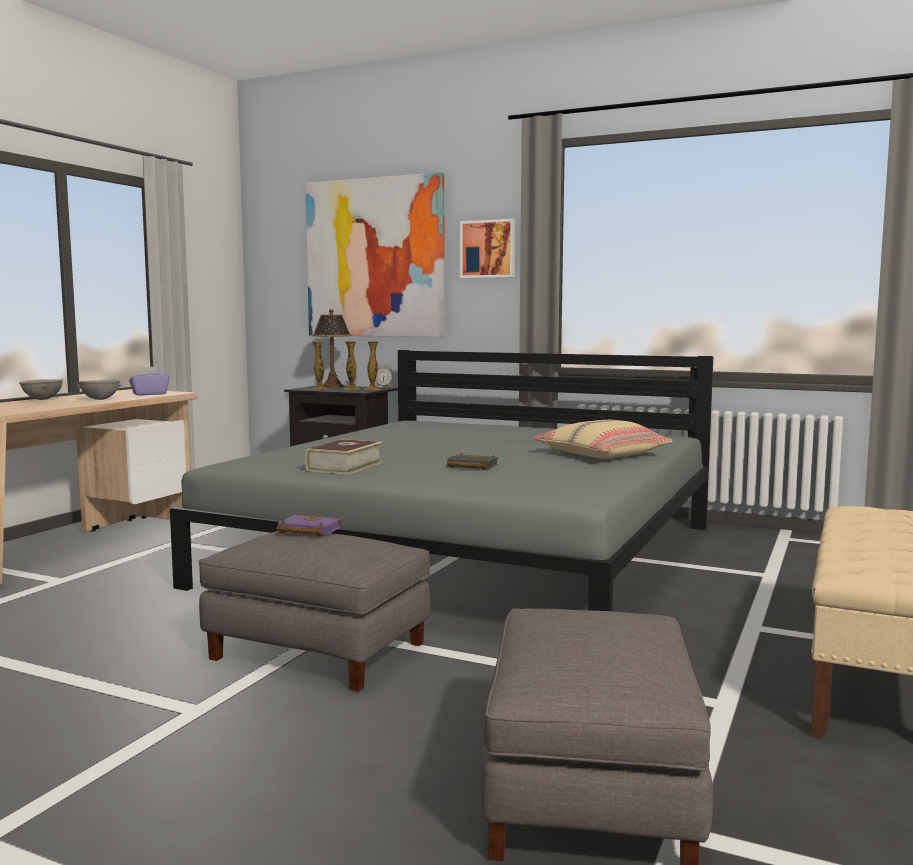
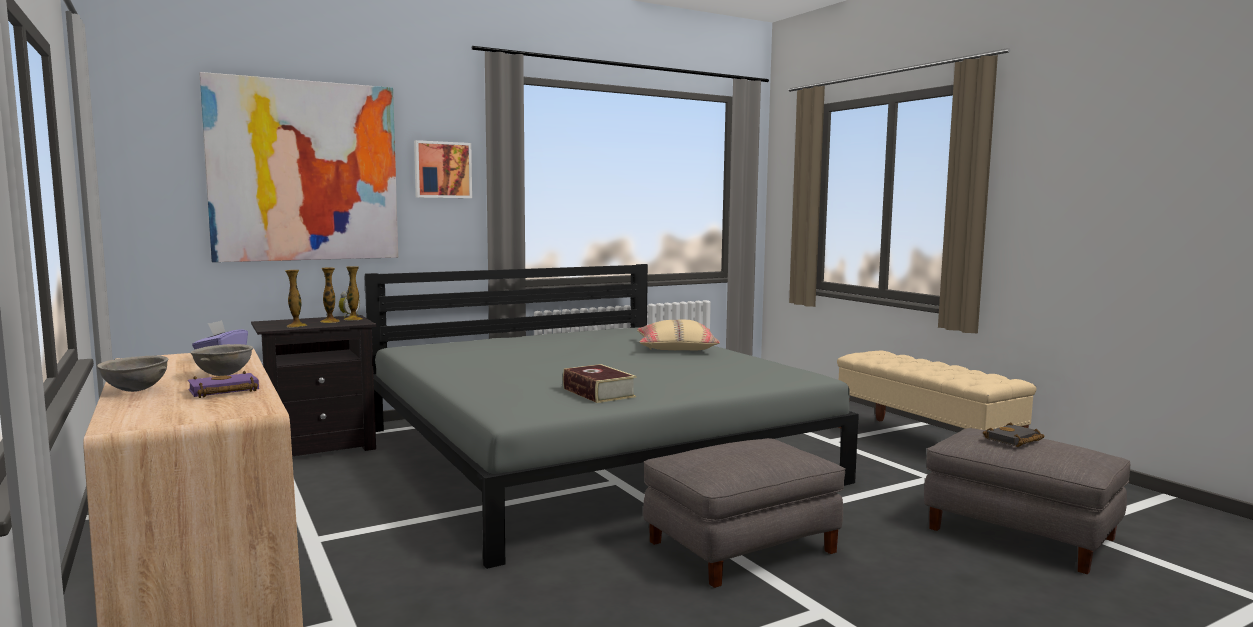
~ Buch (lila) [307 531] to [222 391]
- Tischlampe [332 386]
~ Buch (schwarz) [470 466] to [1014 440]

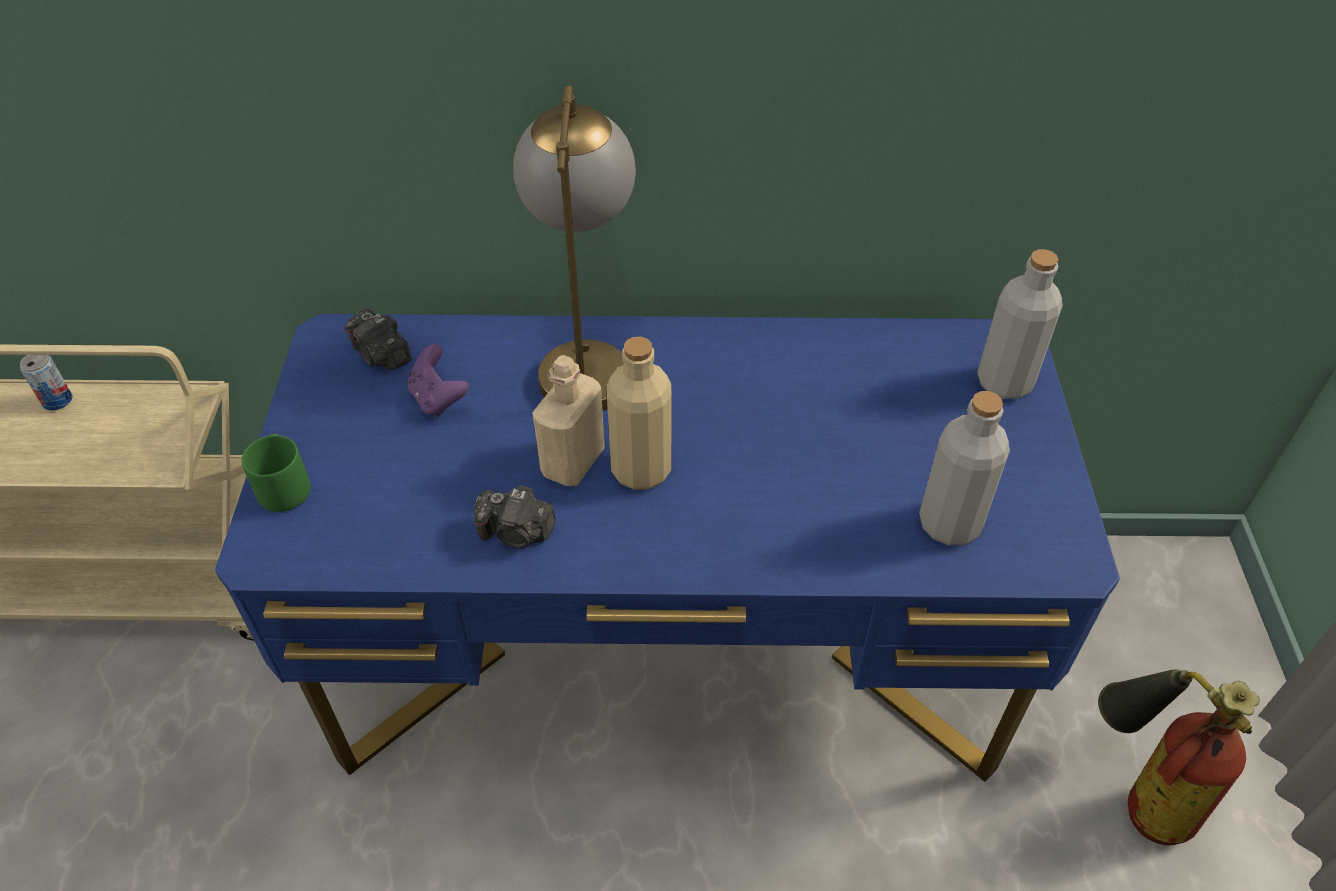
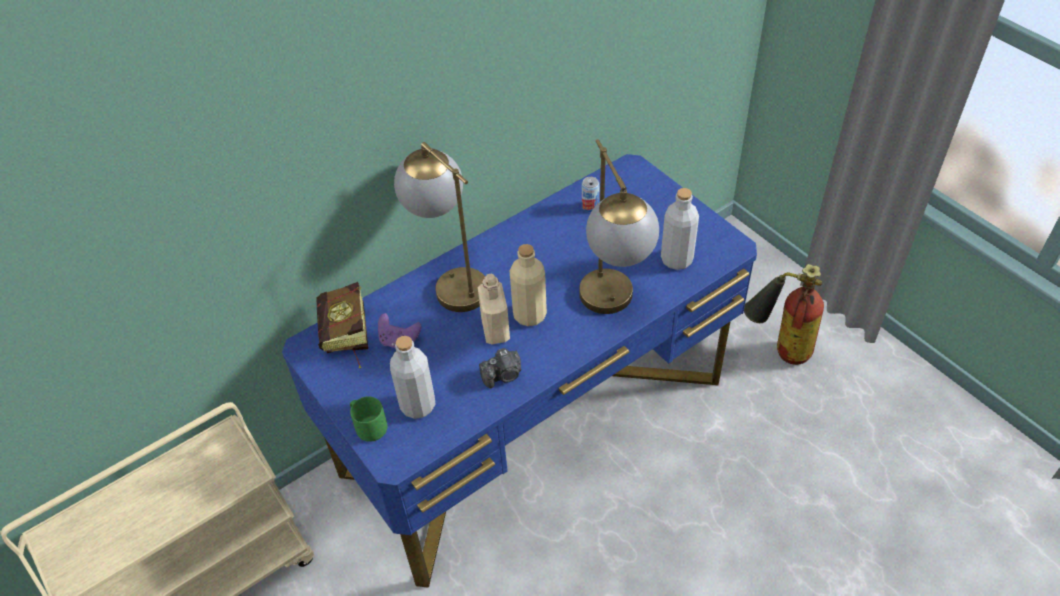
~ Dose [57 400] to [590 206]
~ Kamera [381 355] to Buch [346 339]
~ Flasche (grau) [1004 382] to [418 405]
+ Tischlampe [613 308]

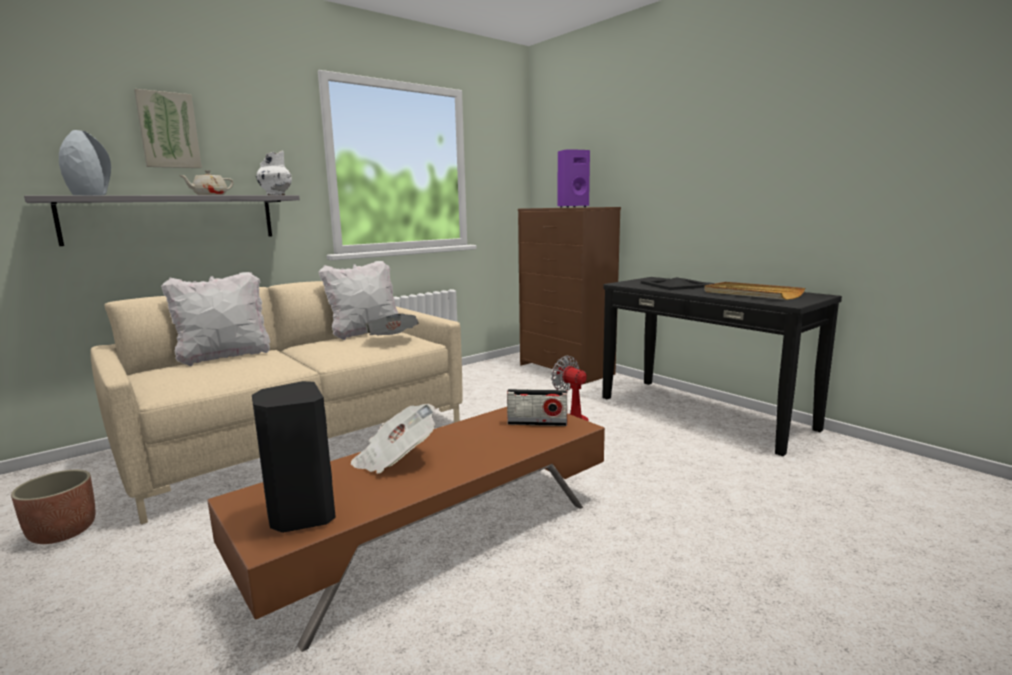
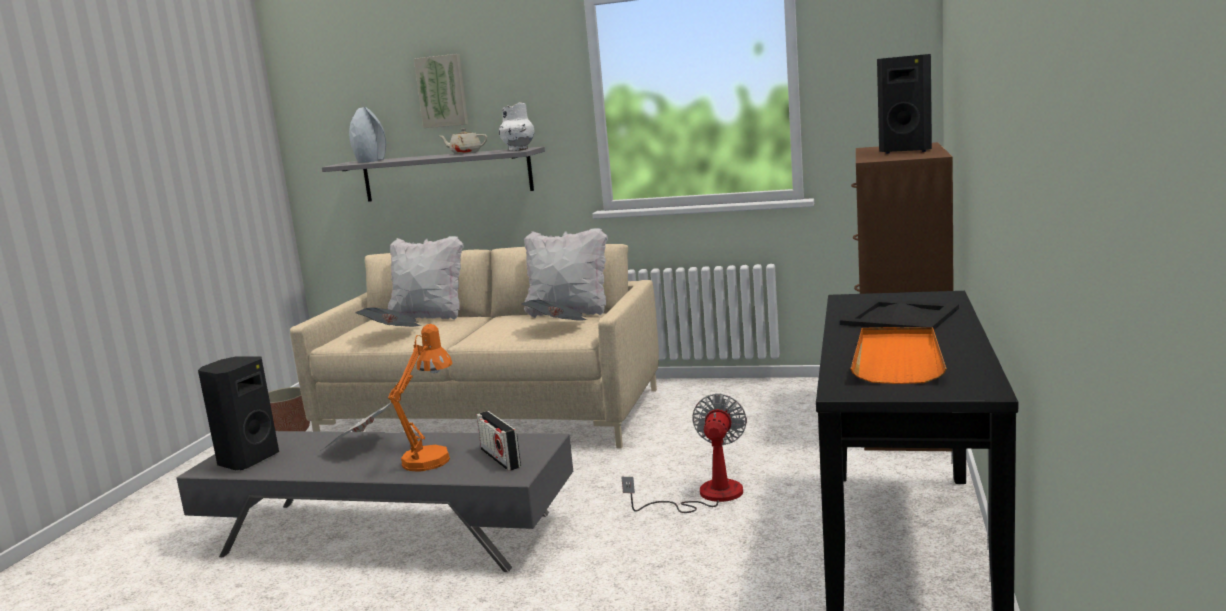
~ Couchtisch (braun) [435 536] to Couchtisch (grau) [389 533]
~ Lautsprecher (lila) [572 207] to Lautsprecher (schwarz) [908 151]
~ Tablett (beige) [751 294] to Tablett (orange) [897 359]
+ Zeitung [393 334]
+ Tischlampe (orange) [432 457]

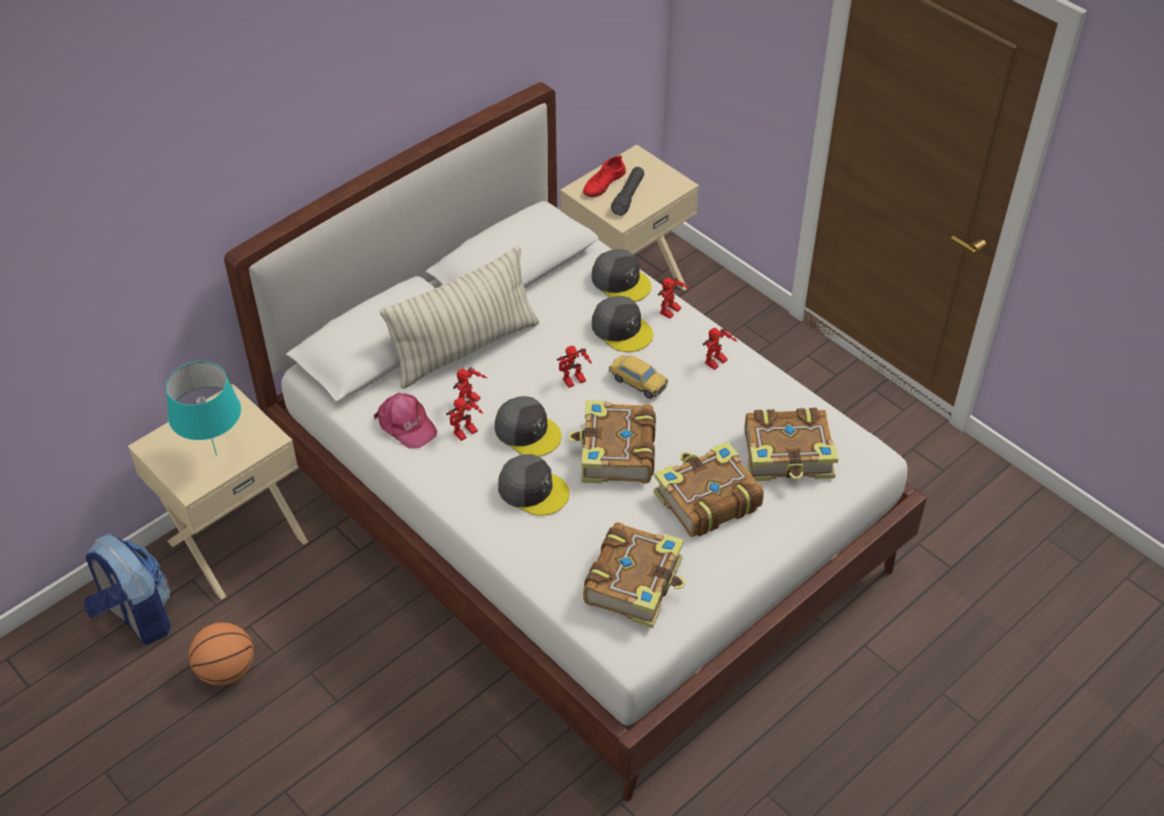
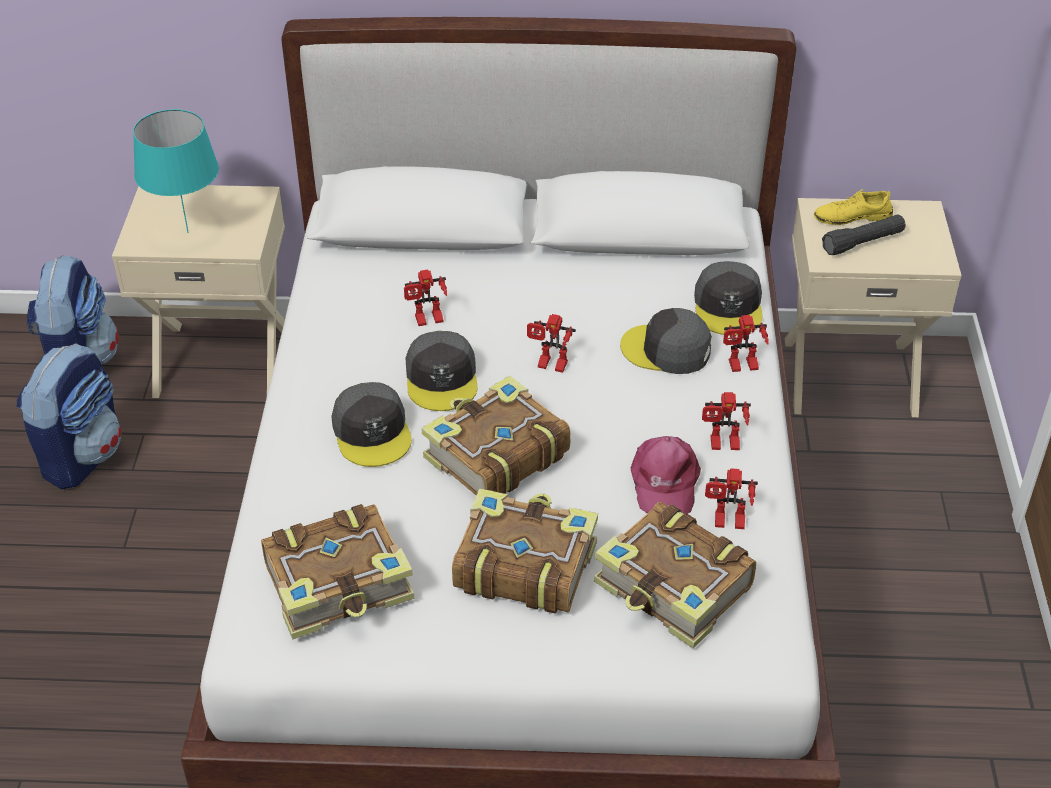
~ Basketball [226 670] to Rucksack [82 456]
~ Kappe (rosa) [406 425] to [664 482]
- Kissen [465 348]
~ Spielzeugroboter [465 434] to [727 523]
~ Schuh (rot) [604 183] to Schuh (gelb) [852 217]
~ Kappe (grau) [622 329] = [666 350] 105 degrees clockwise
- Spielzeugauto [637 382]

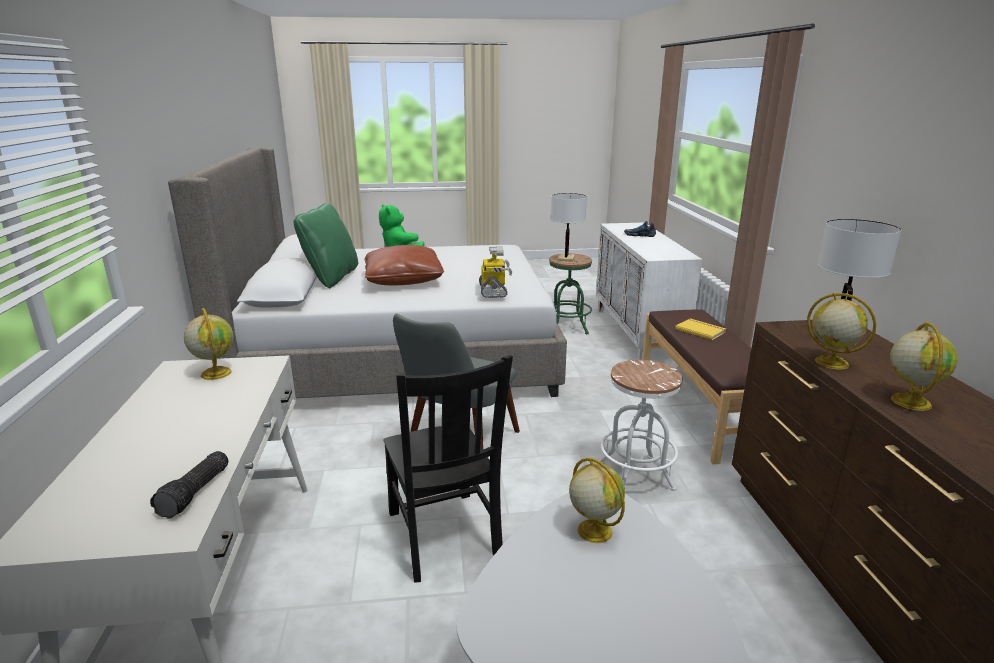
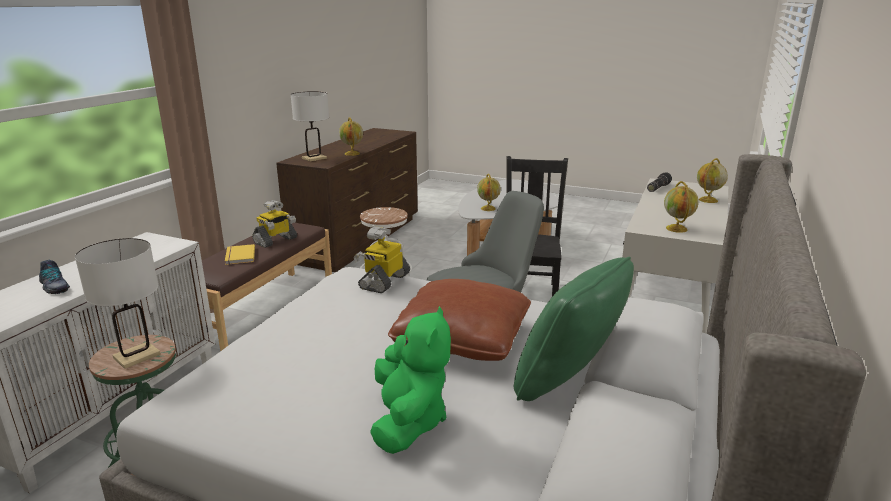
~ Globus [910 401] to [708 200]
+ Spielzeugroboter [275 241]

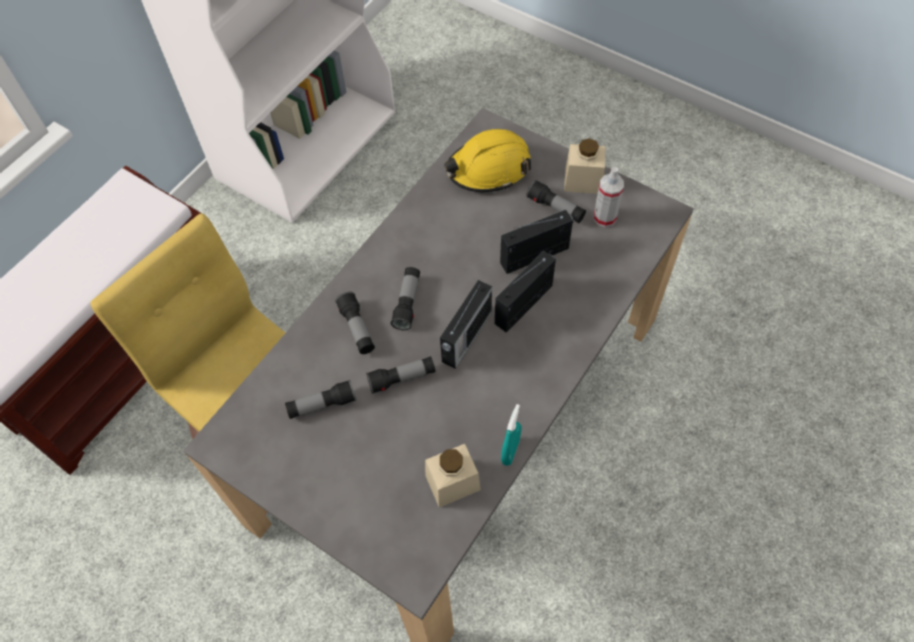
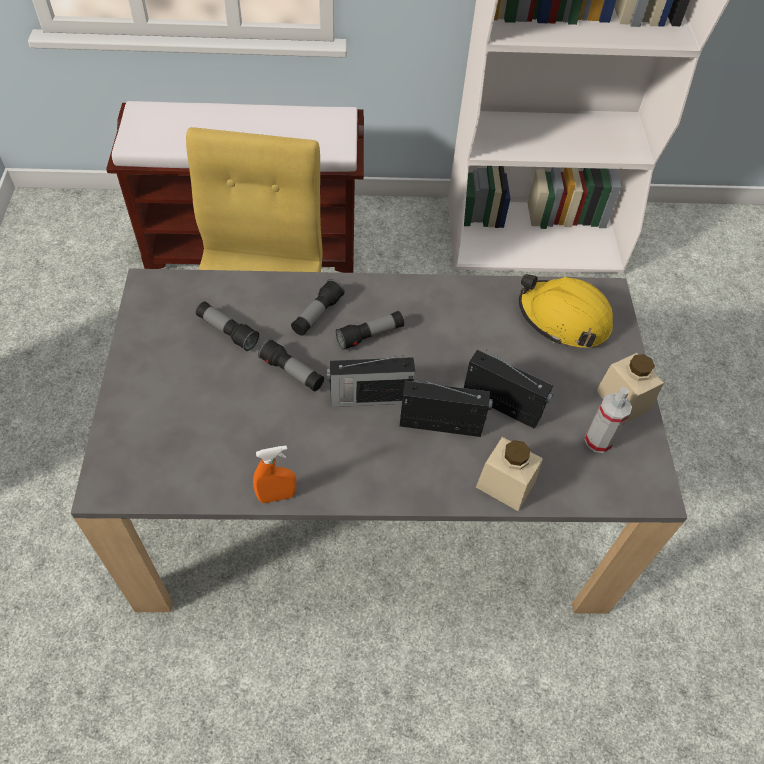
~ Vorratsglas (beige) [453 483] to [505 485]
~ Sprühflasche (türkis) [510 451] to Sprühflasche (orange) [277 496]
- Taschenlampe [555 208]

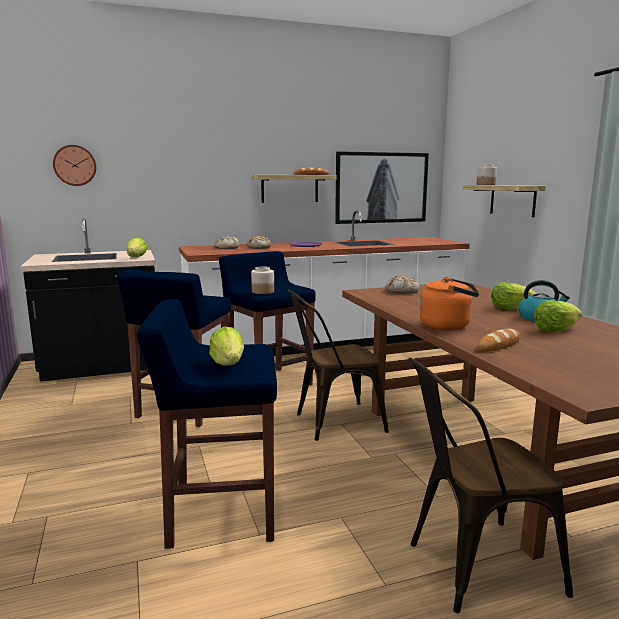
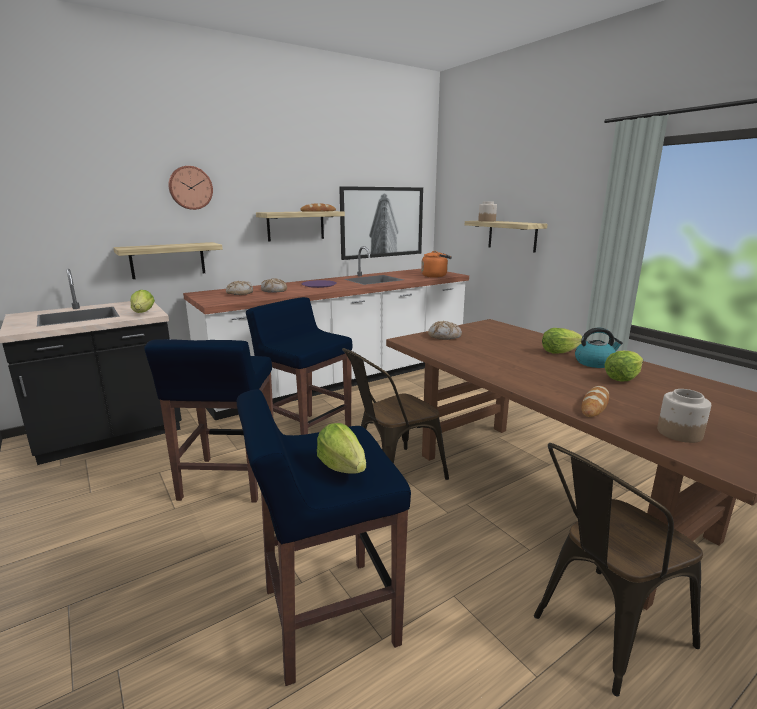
~ Wanduhr [75 165] to [190 188]
~ Vorratsglas [262 291] to [679 433]
~ Wasserkessel (orange) [448 326] to [435 276]
+ Wandregal [168 260]

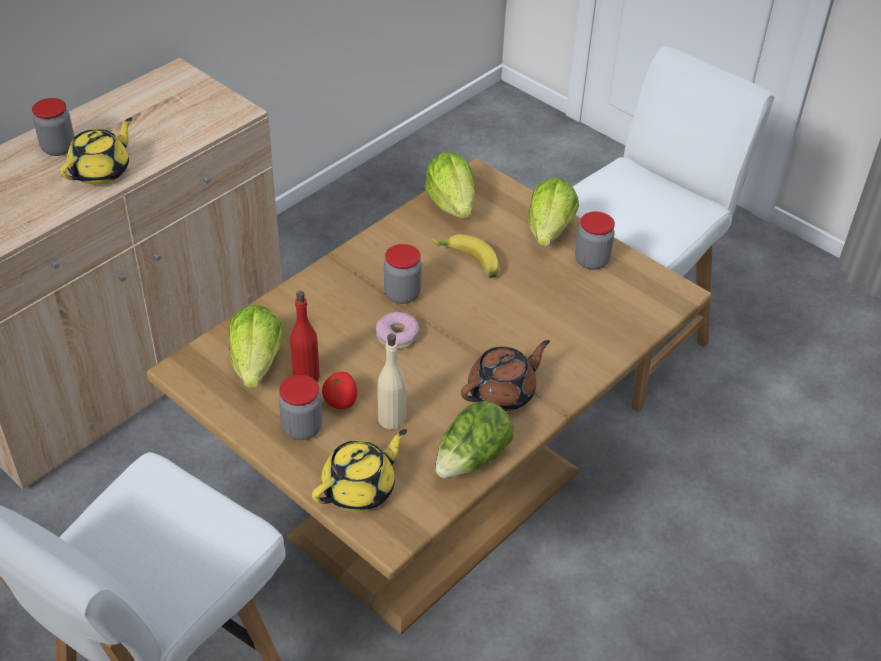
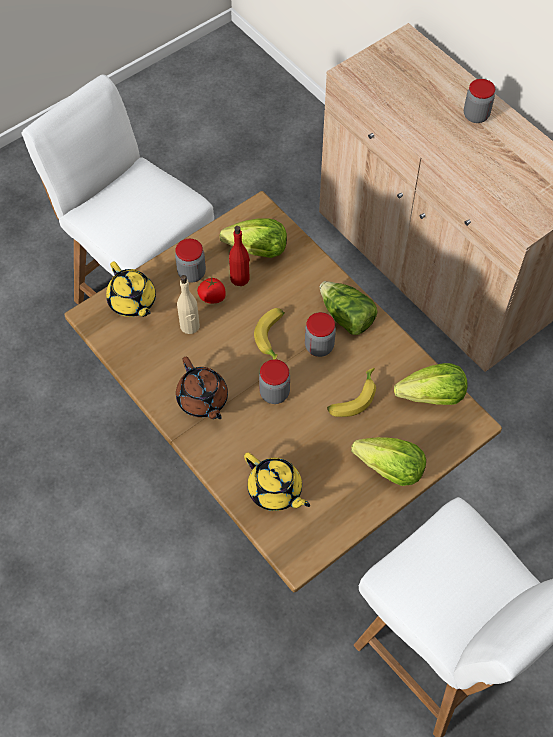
~ Teekanne (gelb) [101 171] to [275 491]
~ Donut [396 335] to Banane [273 338]
~ Salatkopf [472 458] to [346 317]
~ Vorratsglas [591 261] to [274 393]

